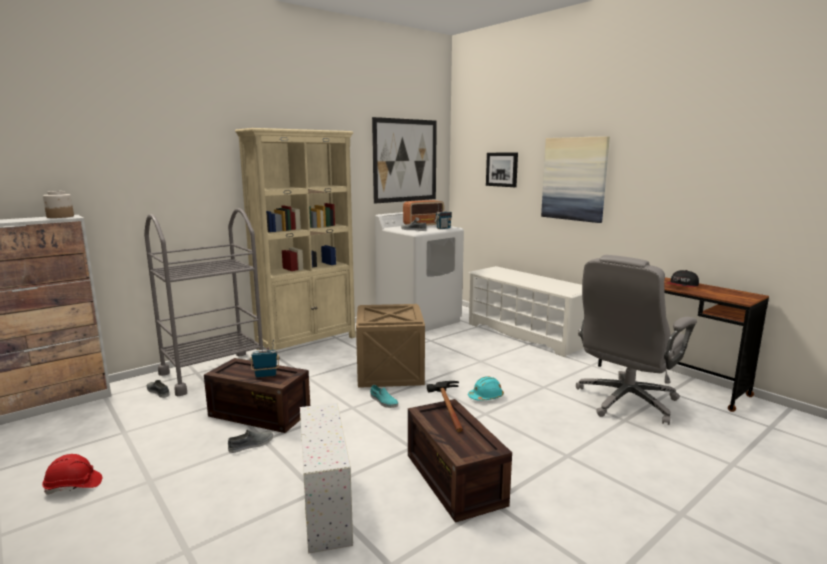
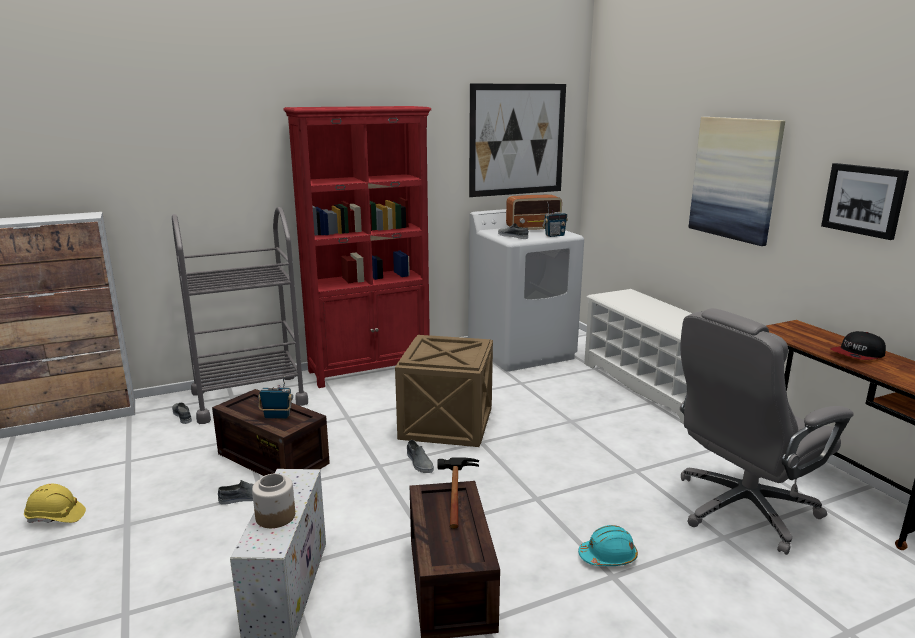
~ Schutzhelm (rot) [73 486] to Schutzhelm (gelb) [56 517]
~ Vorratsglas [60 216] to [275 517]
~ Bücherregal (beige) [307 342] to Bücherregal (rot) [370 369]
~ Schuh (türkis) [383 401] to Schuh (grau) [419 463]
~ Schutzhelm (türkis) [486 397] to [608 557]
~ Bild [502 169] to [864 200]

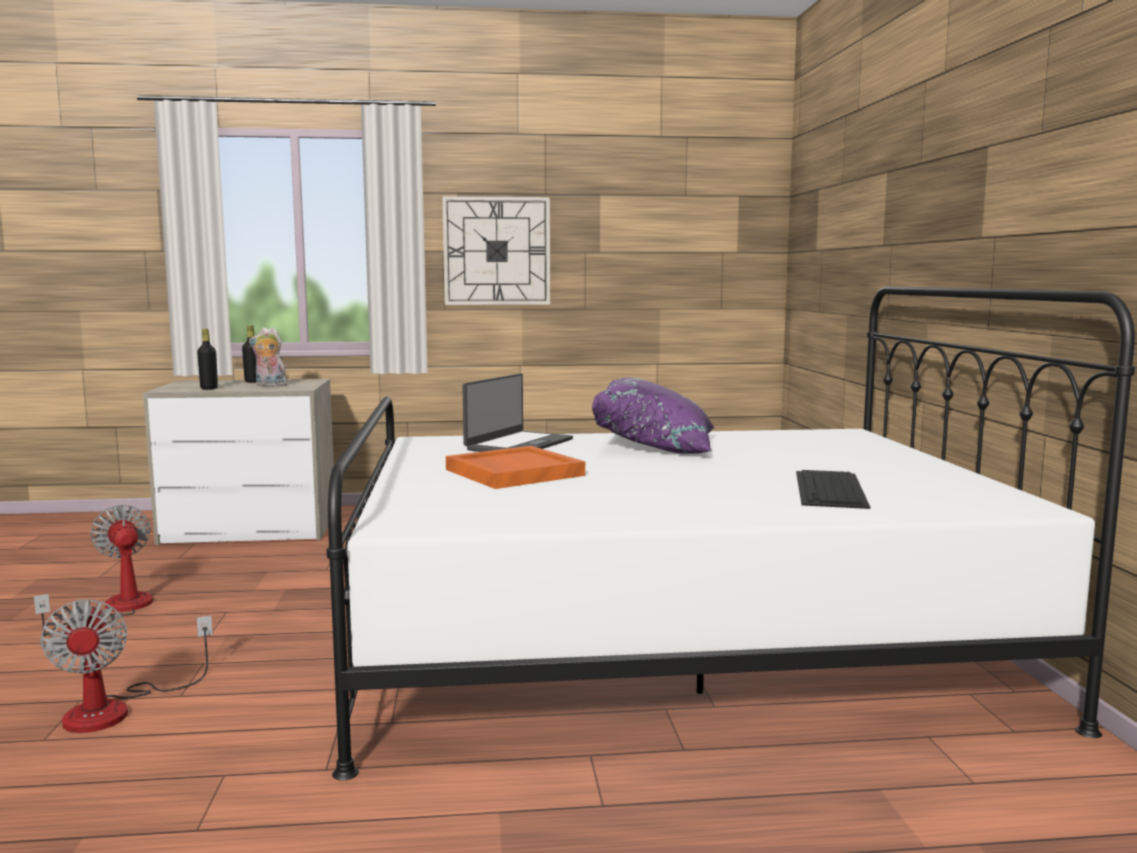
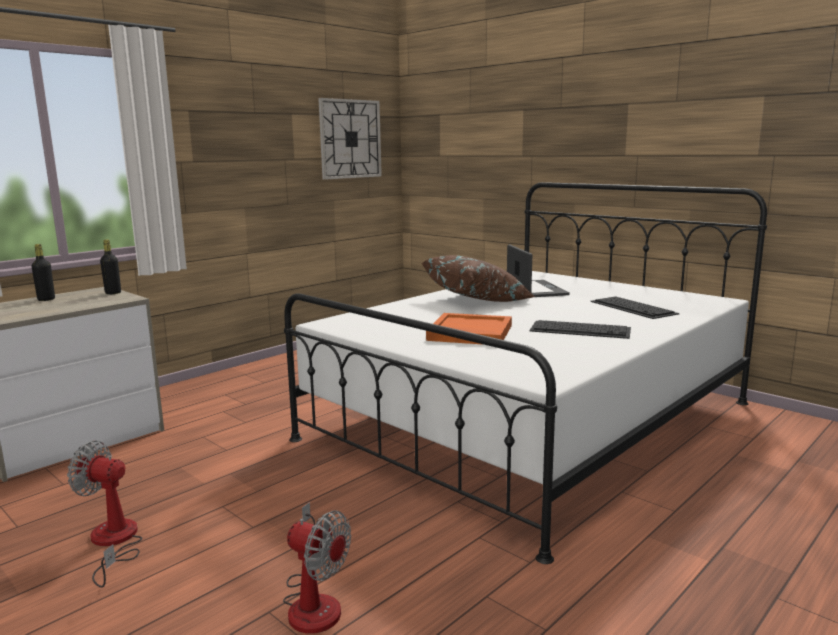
~ Flasche (schwarz) [209 388] to [113 293]
- Plüschtier [269 385]
~ Wanduhr [496 251] to [350 139]
~ Laptop [518 444] to [535 289]
~ Kissen (lila) [656 446] to Kissen (braun) [477 300]
+ Tastatur [581 329]

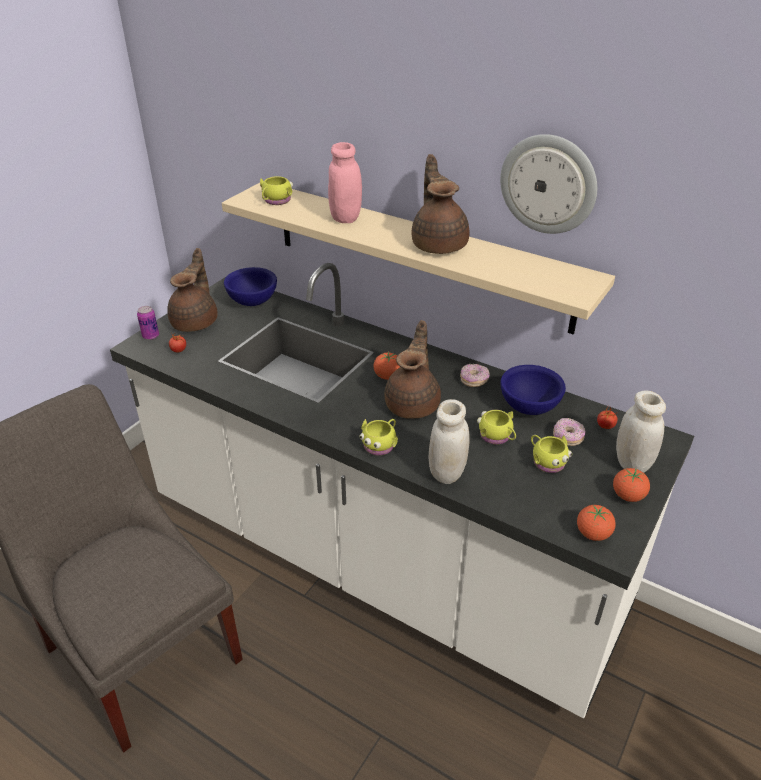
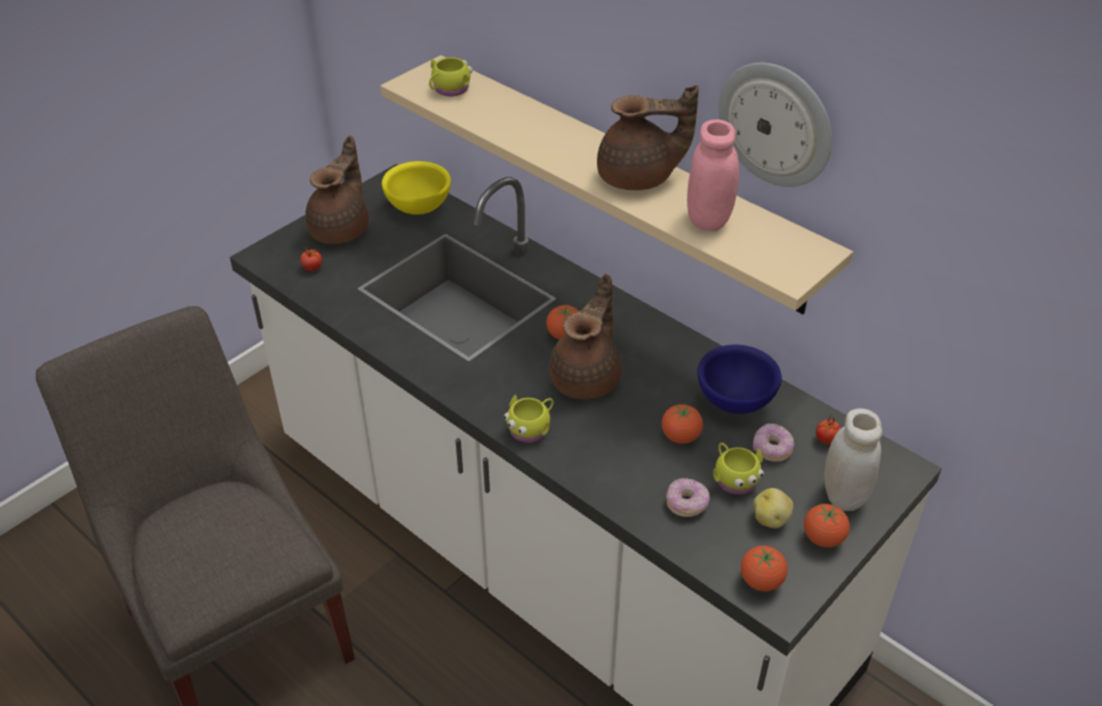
- Dose [150 336]
~ Schüssel (blau) [252 301] to Schüssel (gelb) [418 207]
~ Vorratsglas (rosa) [345 218] to [708 220]
~ Teekanne (braun) [439 244] = [639 178] 90 degrees clockwise
- Vorratsglas (weiß) [447 473]
~ Donut [474 380] to [686 504]
~ Henkelbecher (gelb) [497 437] to Tomate [680 436]
+ Kartoffel [771 519]

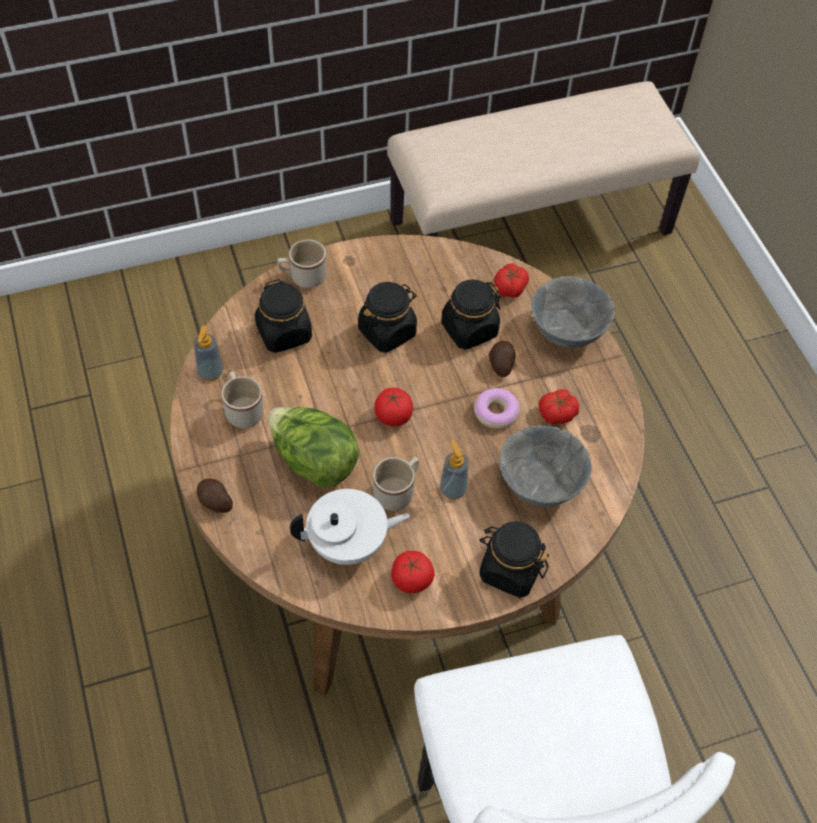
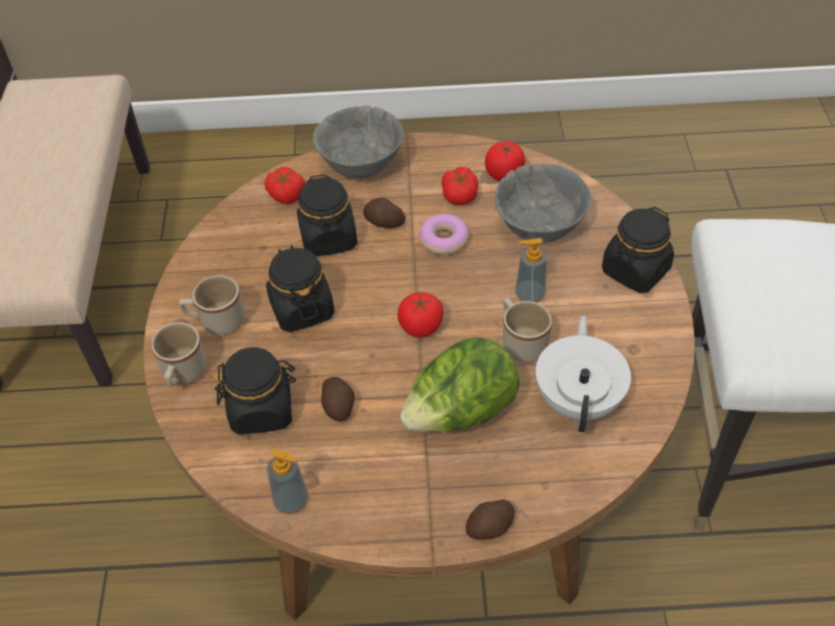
~ Henkelbecher (beige) [242 409] to [216 321]
~ Tomate [411 580] to [504 174]
+ Kartoffel [338 405]

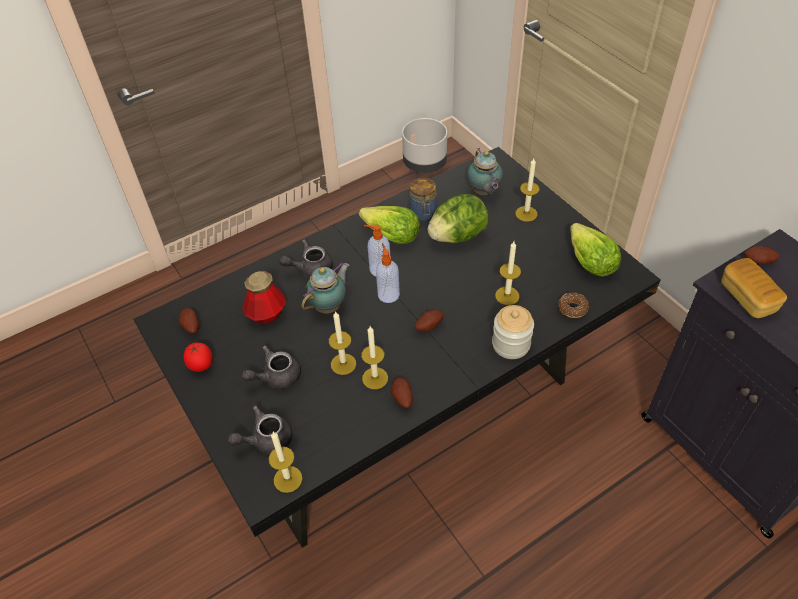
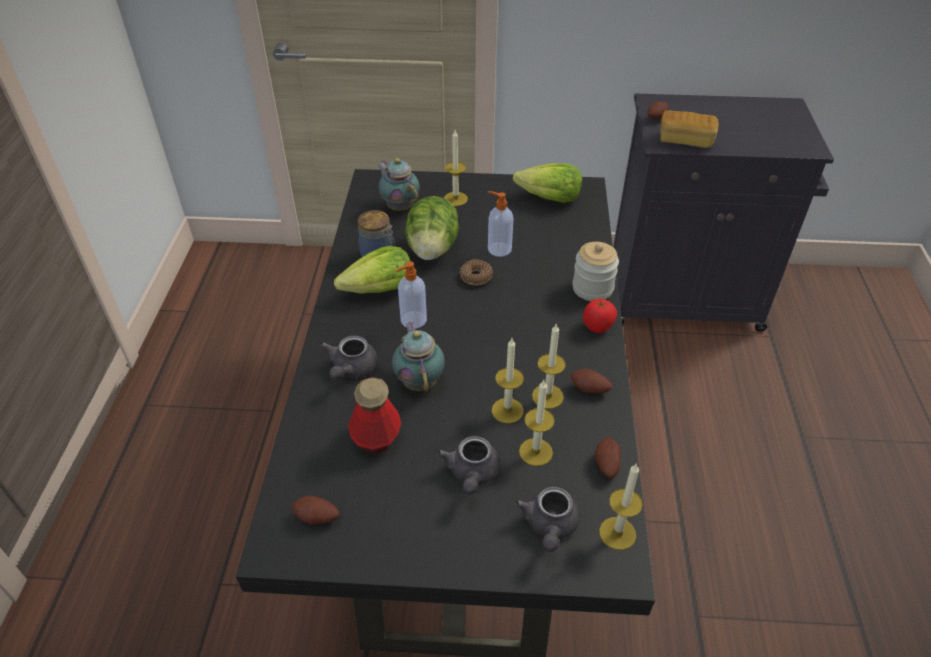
~ Tomate [201 366] to [597 327]
~ Seifenspender [388 294] to [498 249]
- Pflanzkübel (grau) [425 164]
~ Kartoffel [428 325] to [606 465]
~ Teekanne [484 192] = [399 206] 150 degrees counterclockwise
~ Kerze [507 296] to [535 452]
~ Donut [572 308] to [476 276]

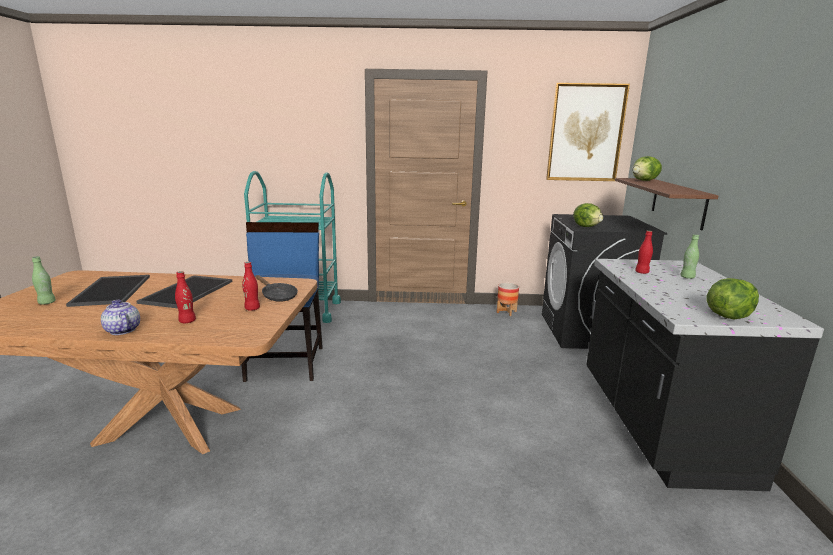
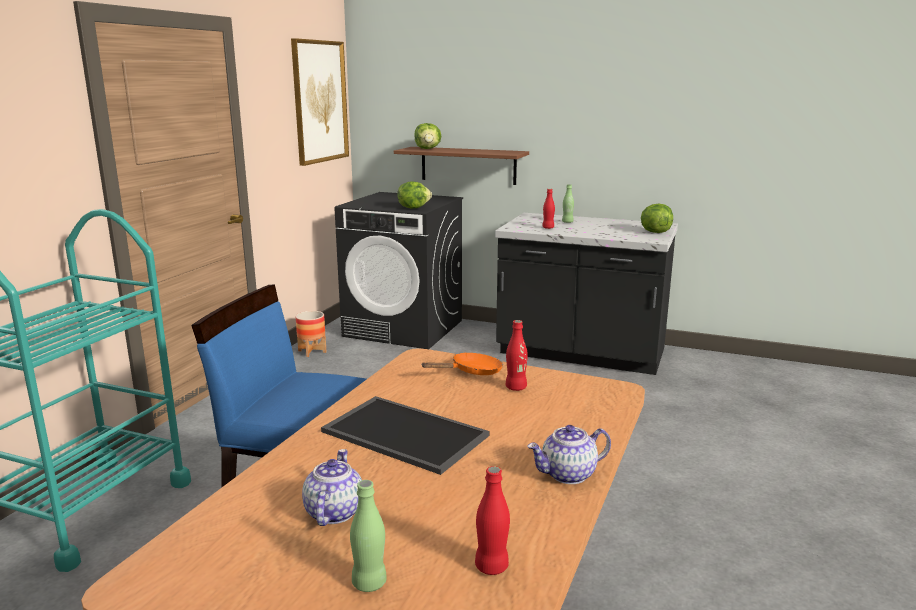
~ Tablett [110 290] to Teekanne [333 512]
~ Flasche (rot) [187 321] to [491 567]
~ Pfanne (schwarz) [277 296] to Pfanne (orange) [472 372]

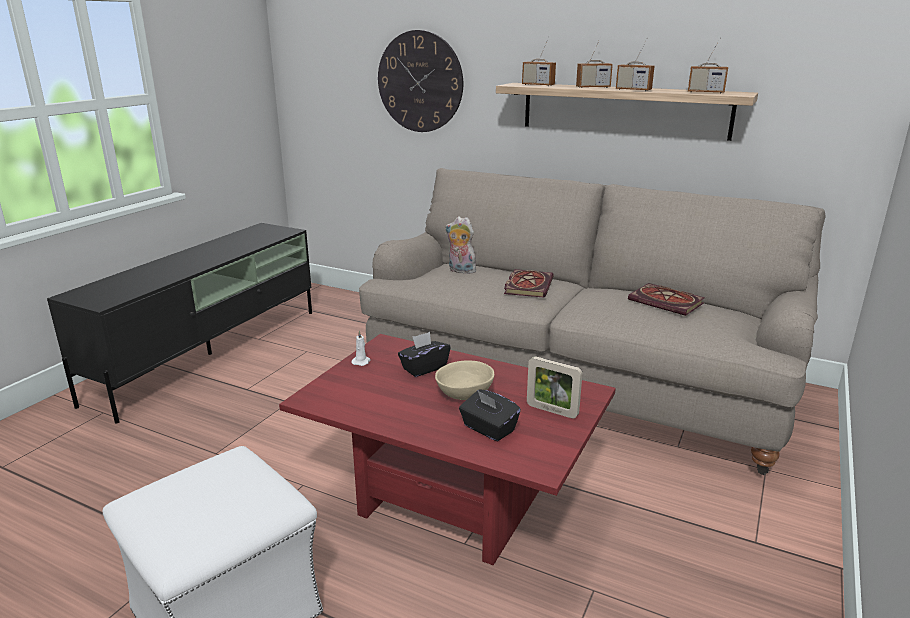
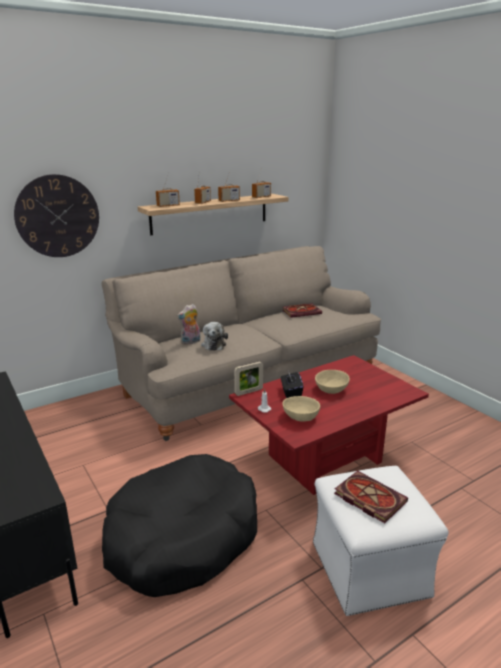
- Taschentuchbox (schwarz) [488 429]
~ Buch [527 285] to [367 498]
~ Bilderrahmen [552 410] to [248 392]
+ Hundebett (schwarz) [182 537]
+ Plüschtier [214 344]
+ Schüssel (beige) [301 417]

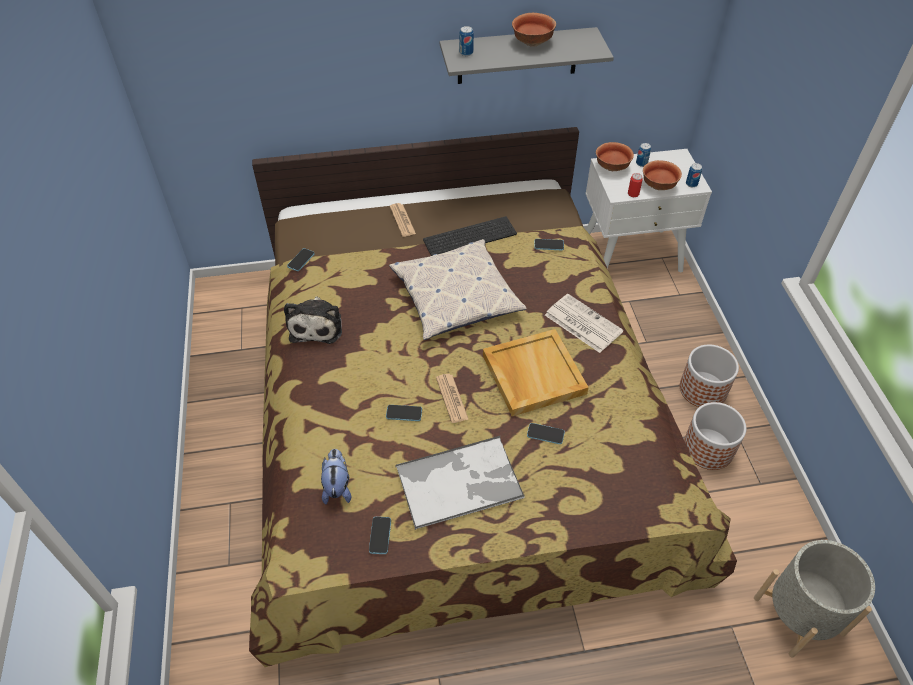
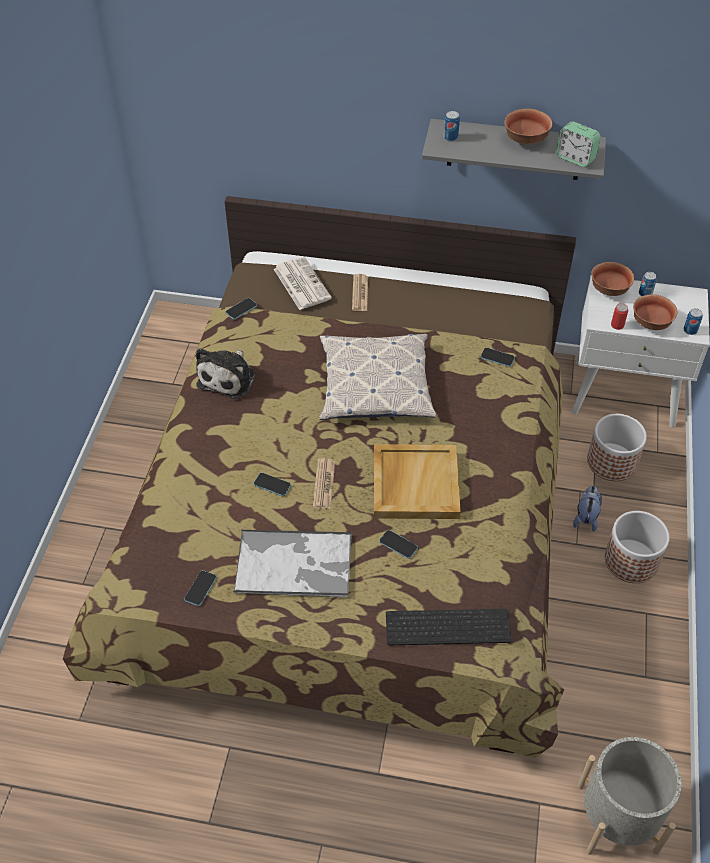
~ Plüschtier [337 486] to [586 517]
~ Tastatur [470 235] to [449 625]
~ Zeitung [582 323] to [301 283]
~ Pflanzkübel [708 448] to [612 462]
+ Wecker [575 158]

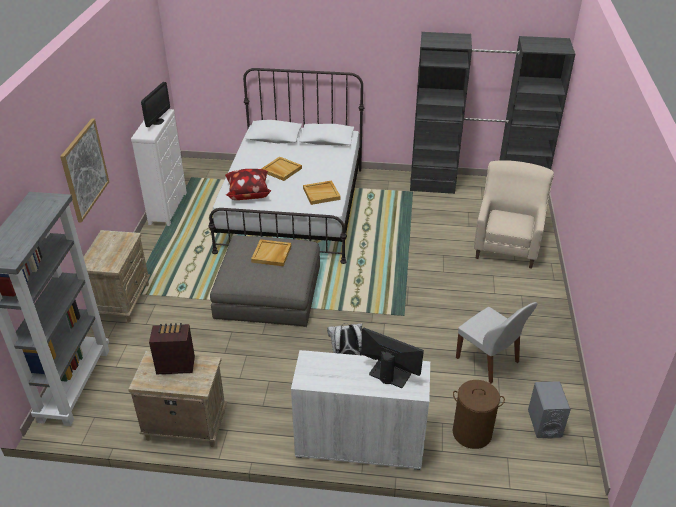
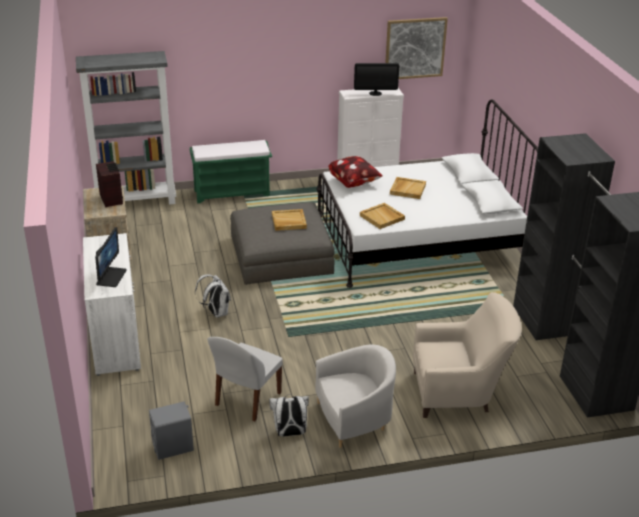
~ Bild [84 169] to [415 48]
~ Nachttisch (beige) [122 301] to Bank (grün) [232 193]
- Wäschekorb (braun) [472 433]
+ Rucksack (weiß) [290 433]
+ Sessel (weiß) [354 418]

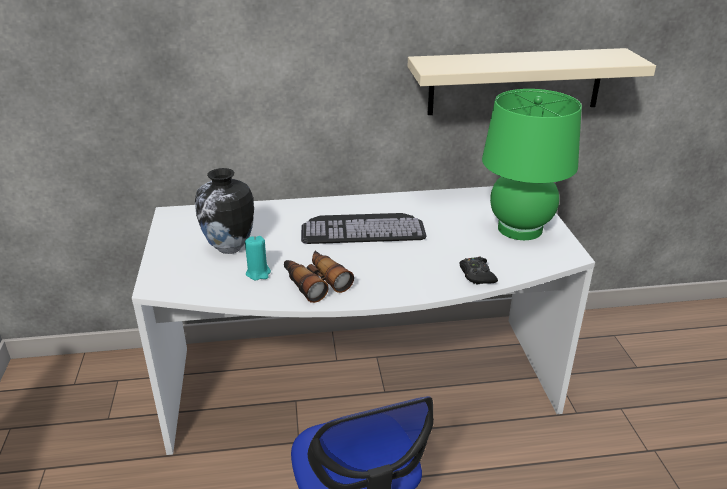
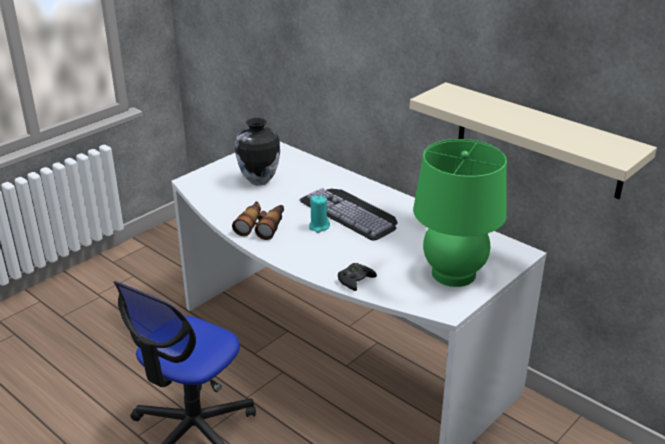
~ Kerze (türkis) [258 273] to [319 227]

